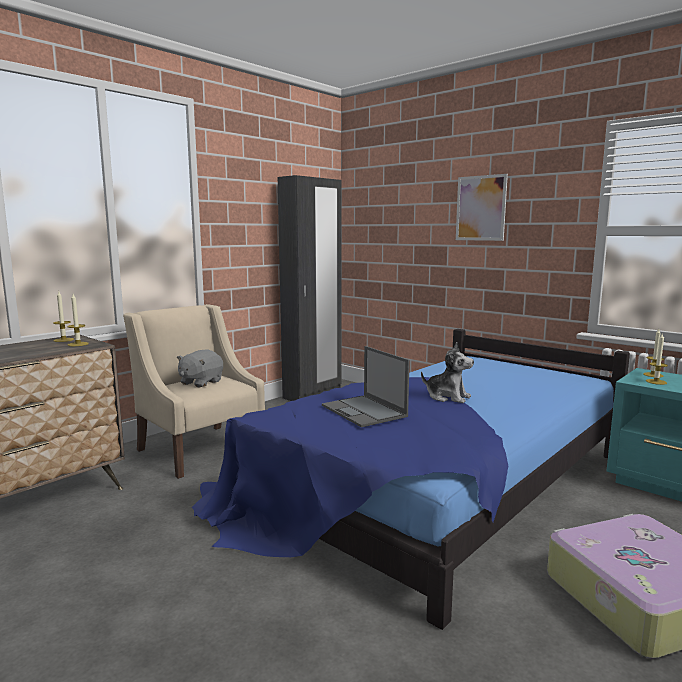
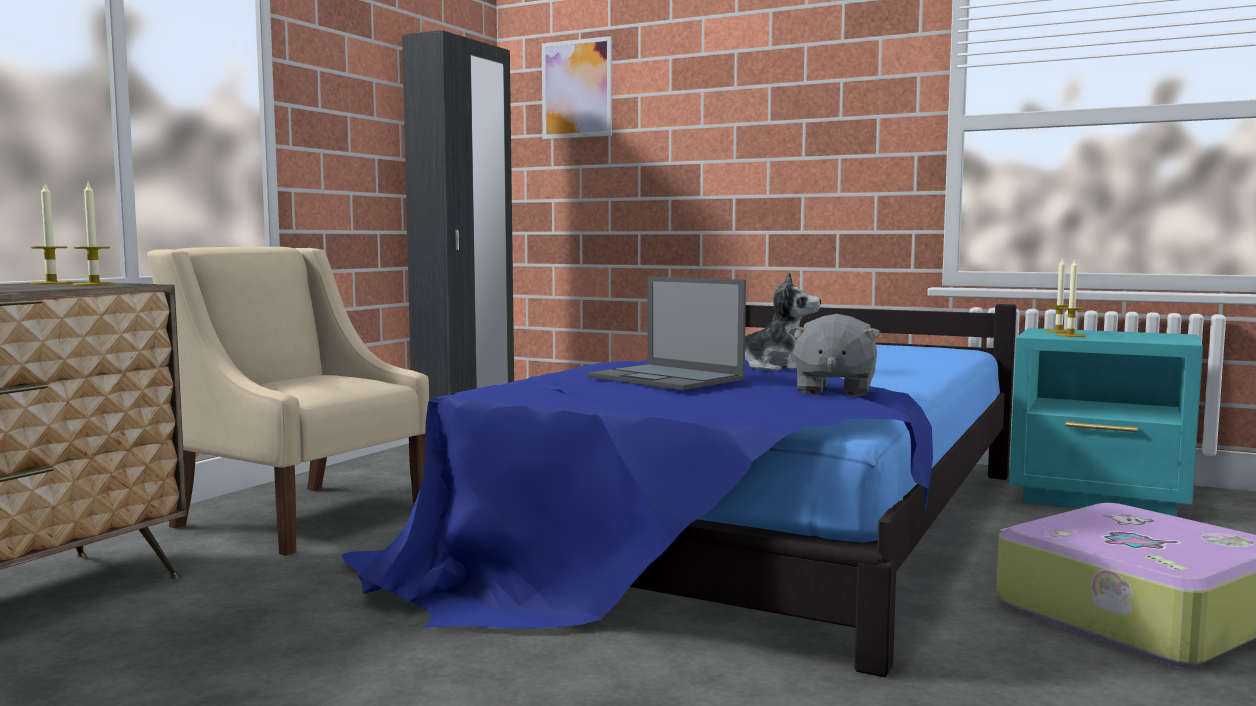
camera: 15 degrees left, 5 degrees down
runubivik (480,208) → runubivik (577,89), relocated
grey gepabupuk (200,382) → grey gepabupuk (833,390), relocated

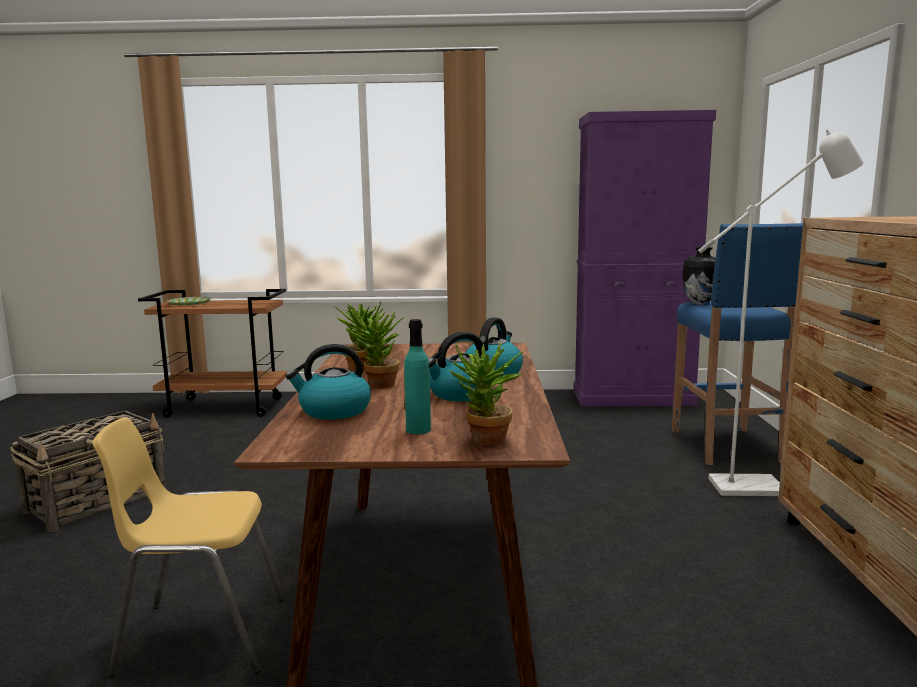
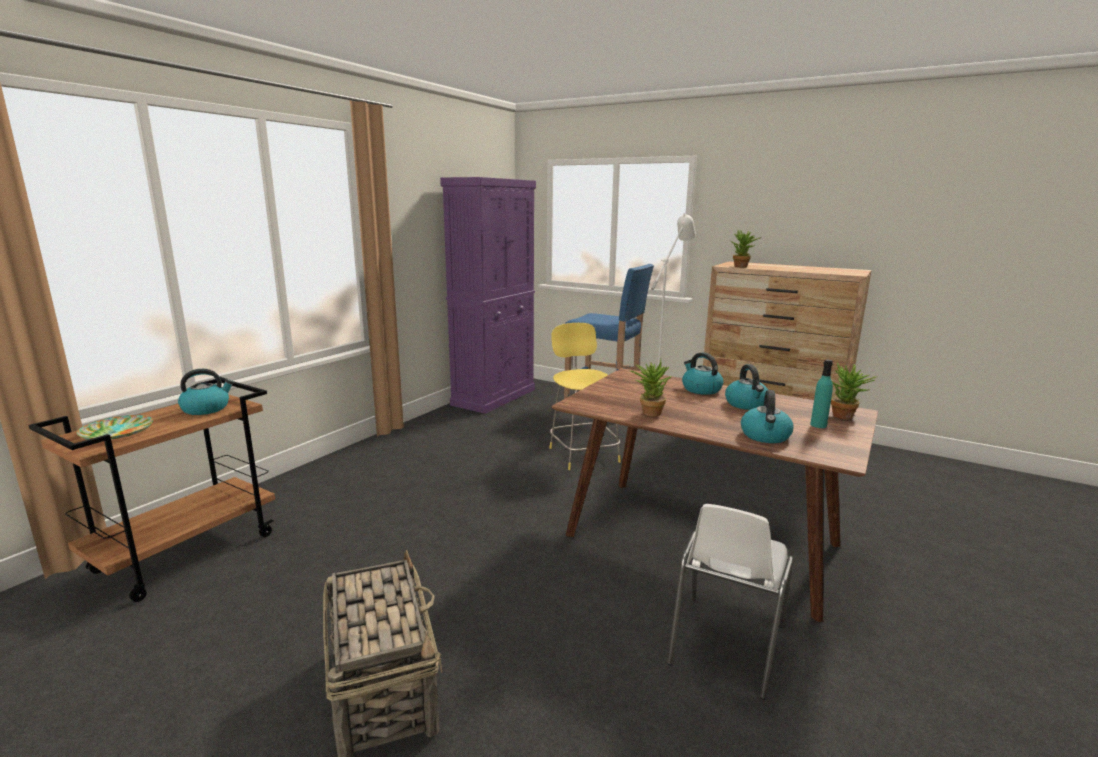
camera: 60 degrees left, 5 degrees up
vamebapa (700,303) → -
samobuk (377,386) → samobuk (742,267), relocated
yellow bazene (201,635) → white bazene (724,645)
- → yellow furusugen (583,454)
- → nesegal (206,409)

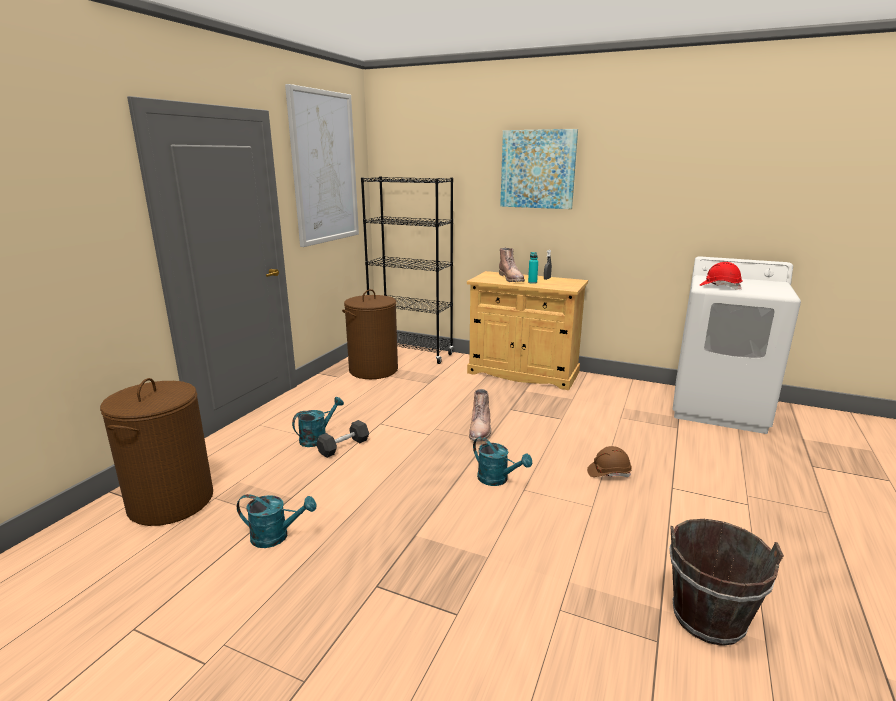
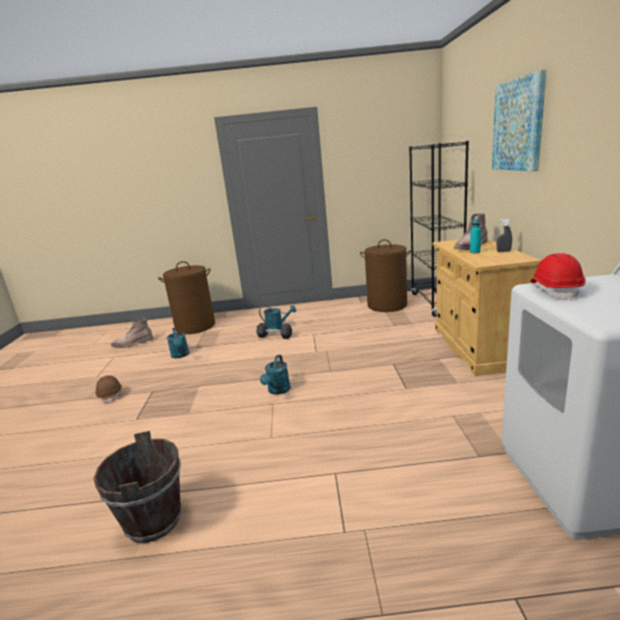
camera: 65 degrees right, 0 degrees up
runubivik (324,168) → -
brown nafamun (480,430) → brown nafamun (132,344), relocated
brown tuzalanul (608,473) → brown tuzalanul (111,395), relocated

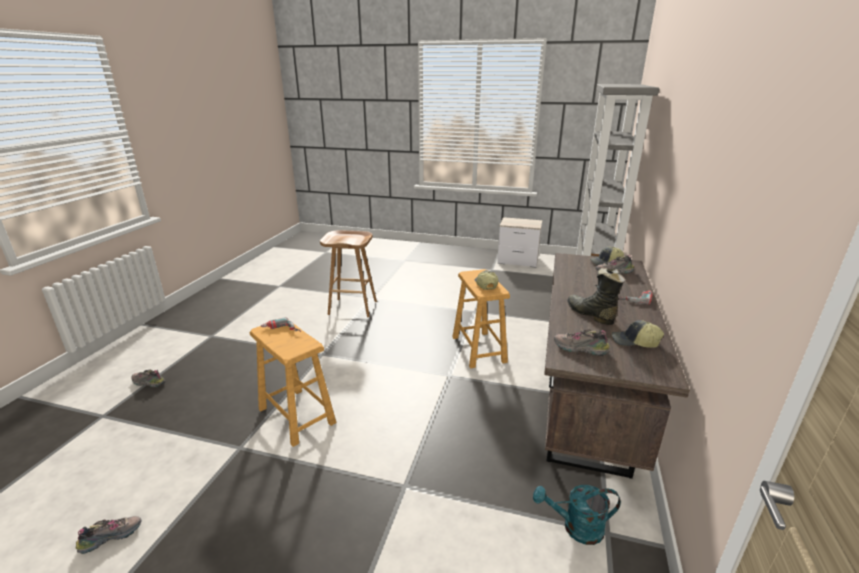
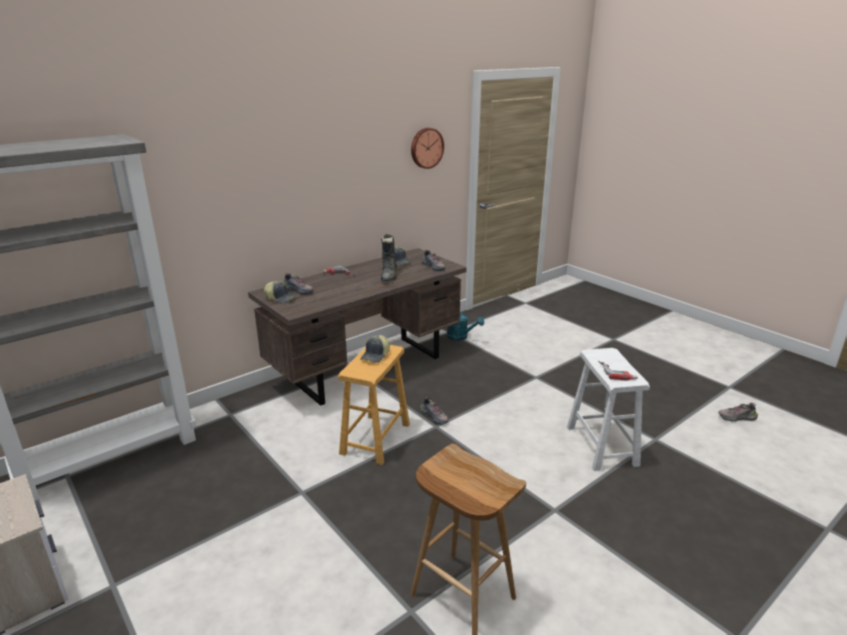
camera: 145 degrees left, 0 degrees up
brown furusugen (296,416) → white furusugen (601,446)
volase (148,383) → volase (435,417), relocated
- → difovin (426,148)

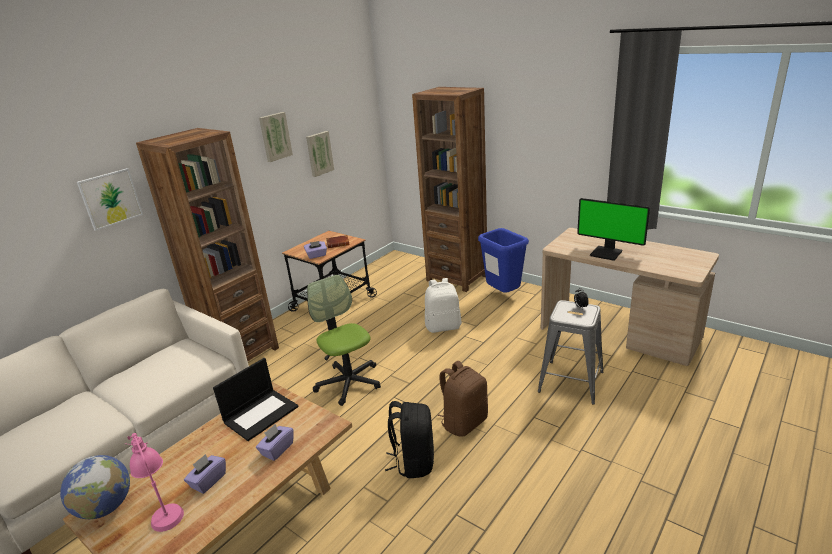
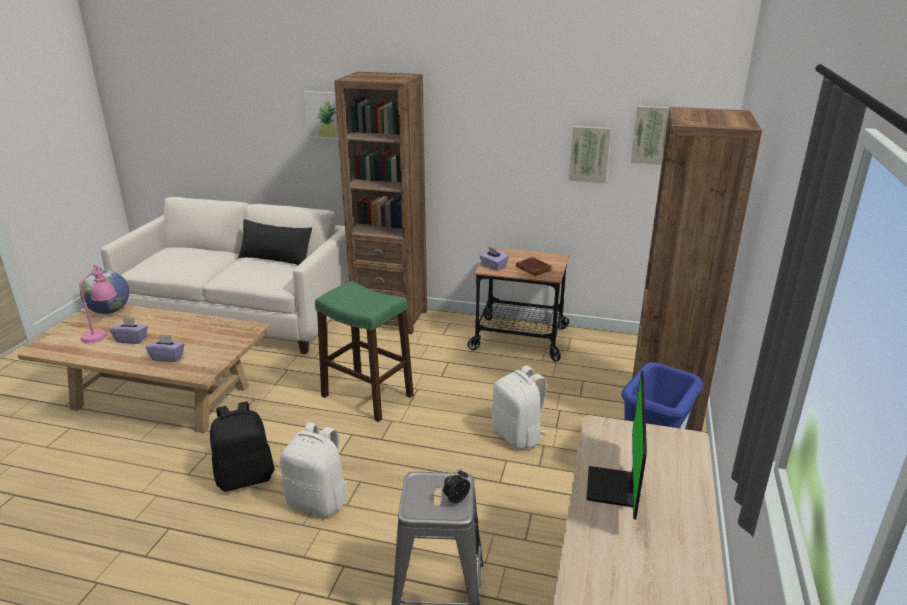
camera: 65 degrees right, 0 degrees up
runubivik (275,136) → runubivik (653,135), relocated
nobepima (349,382) → green furusugen (367,396)
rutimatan (261,414) → -
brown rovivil (464,422) → white rovivil (318,501)
- → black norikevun (276,259)

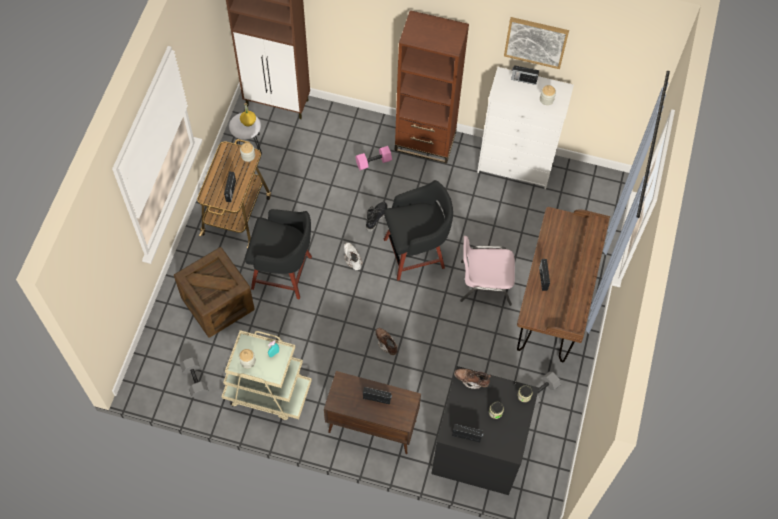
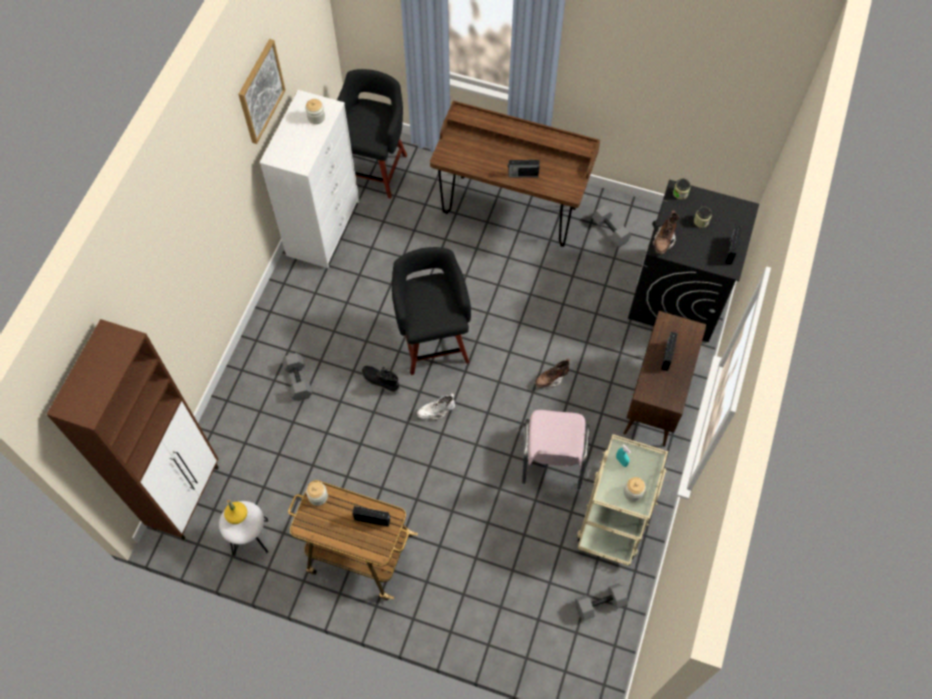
camera: 85 degrees left, 0 degrees up
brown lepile (425,142) → -
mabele (523,80) → -
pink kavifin (373,161) → grey kavifin (297,381)
black furusugen (284,273) → black furusugen (374,168), relocated
pink bazene (484,282) → pink bazene (552,457), relocated
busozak (218,304) → -

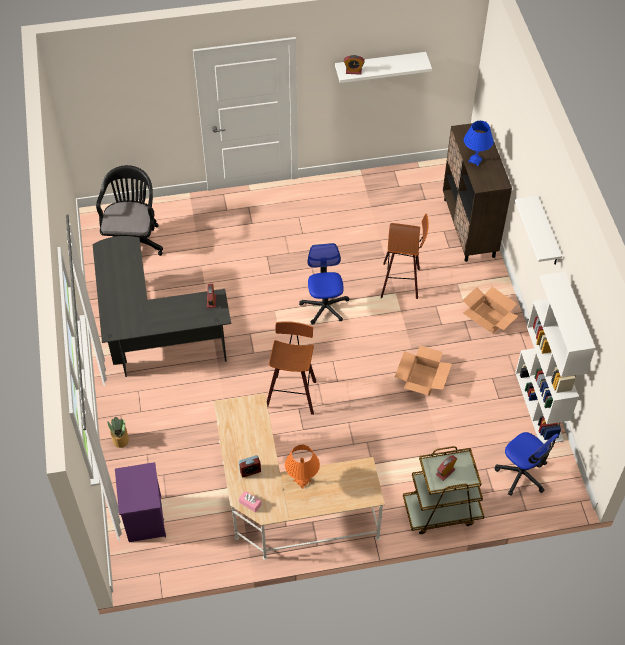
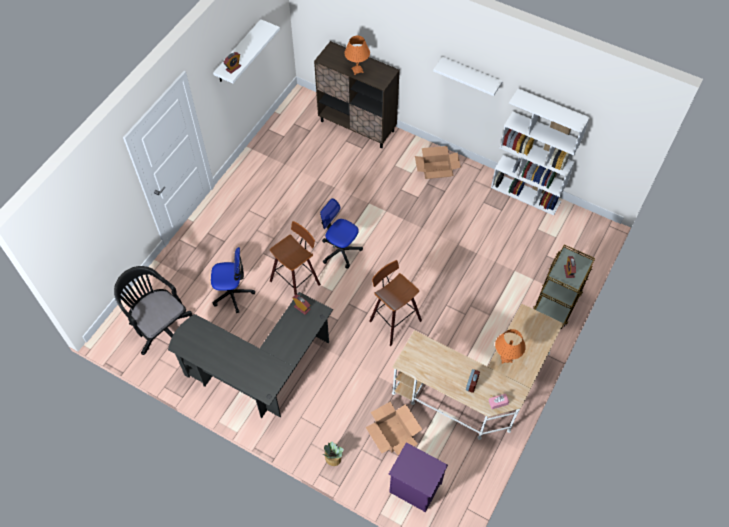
camera: 50 degrees left, 5 degrees up
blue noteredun (475,160) → orange noteredun (357,70)
furusugen (402,281) → furusugen (296,282), relocated
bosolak (422,379) → bosolak (393,433), relocated
nobepima (522,474) → nobepima (232,293), relocated

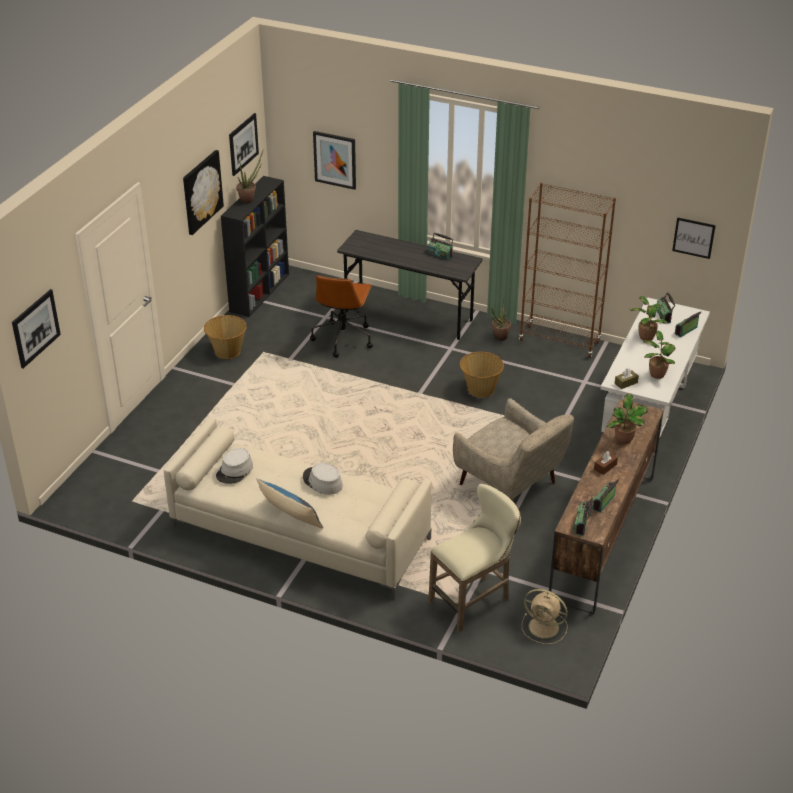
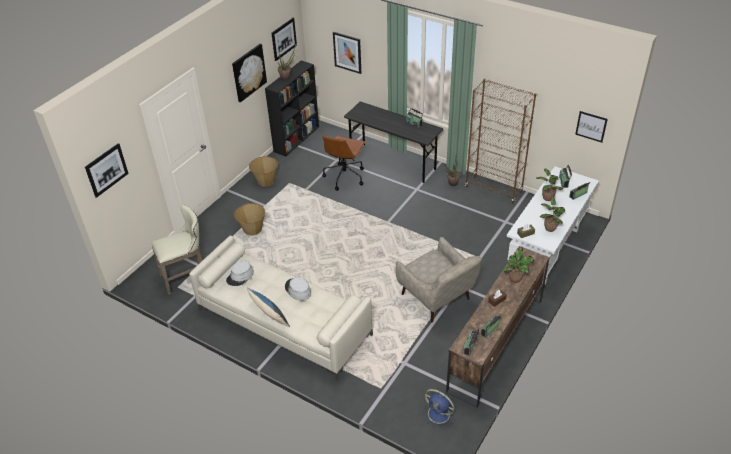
camera: 10 degrees right, 5 degrees up
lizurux (480,389) → lizurux (252,229), relocated
beige furusugen (474,601) → beige furusugen (187,276), relocated
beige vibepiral (545,627) → blue vibepiral (439,414)

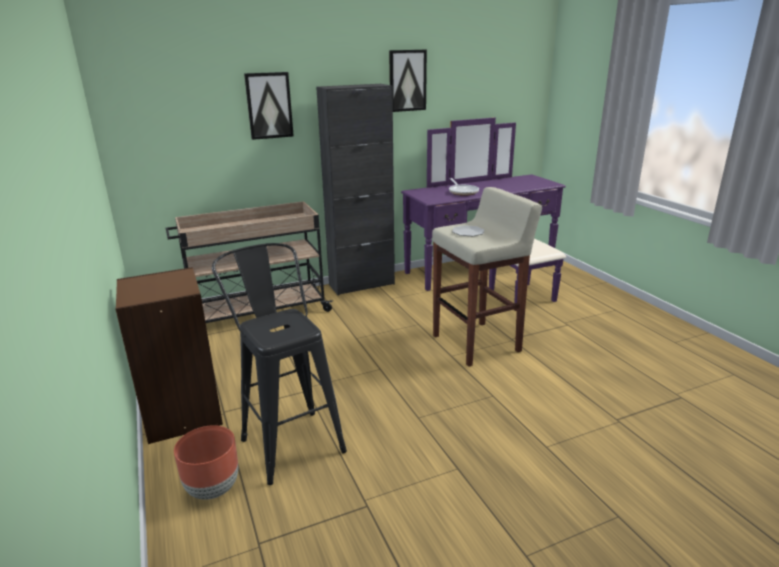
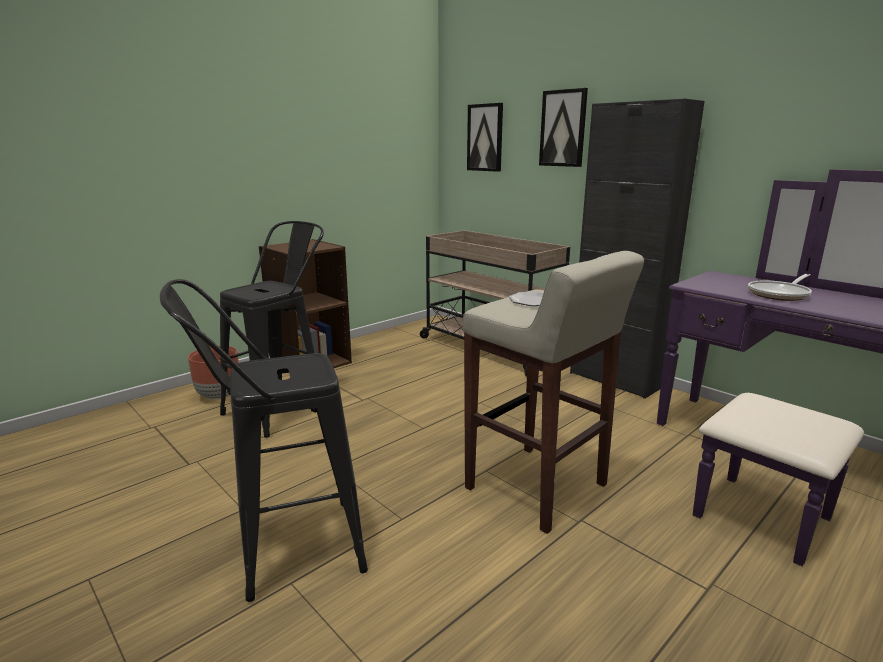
camera: 70 degrees right, 5 degrees down
runubivik (407,80) → runubivik (485,137), relocated
- → black furusugen (285,550)

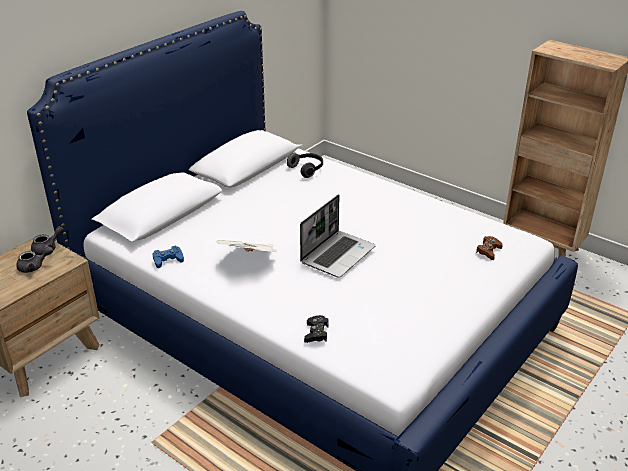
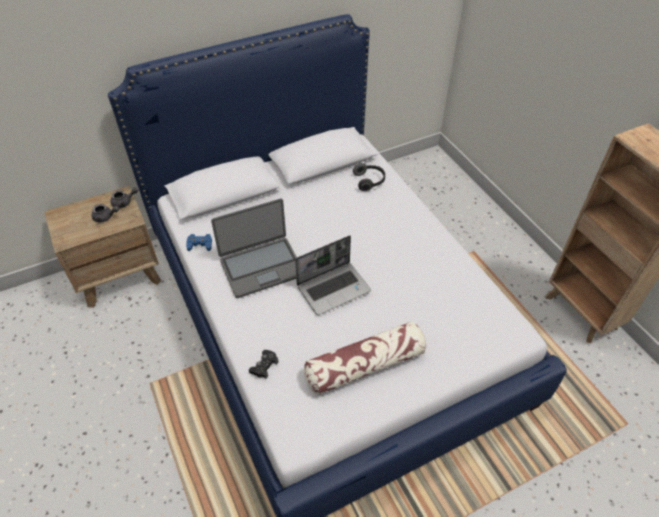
camera: 25 degrees right, 15 degrees up
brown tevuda (488,251) → -
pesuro (250,259) → rutimatan (261,267)
- → norikevun (365,365)

